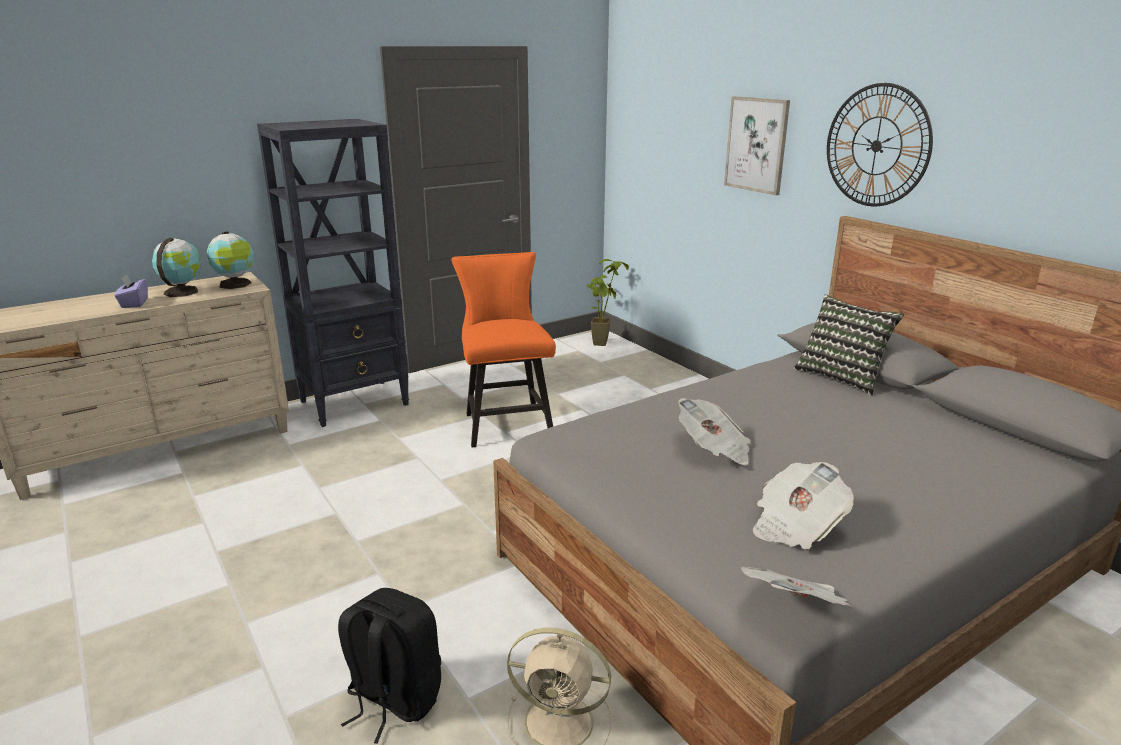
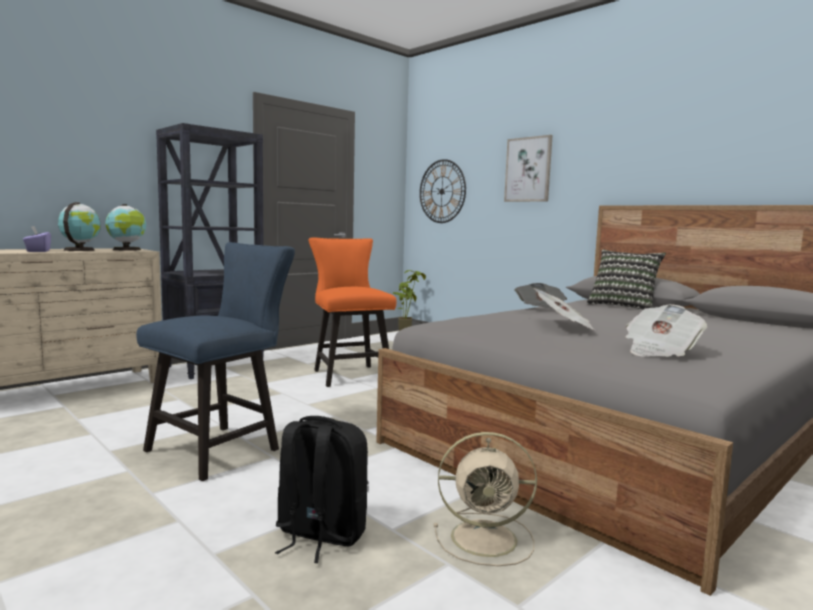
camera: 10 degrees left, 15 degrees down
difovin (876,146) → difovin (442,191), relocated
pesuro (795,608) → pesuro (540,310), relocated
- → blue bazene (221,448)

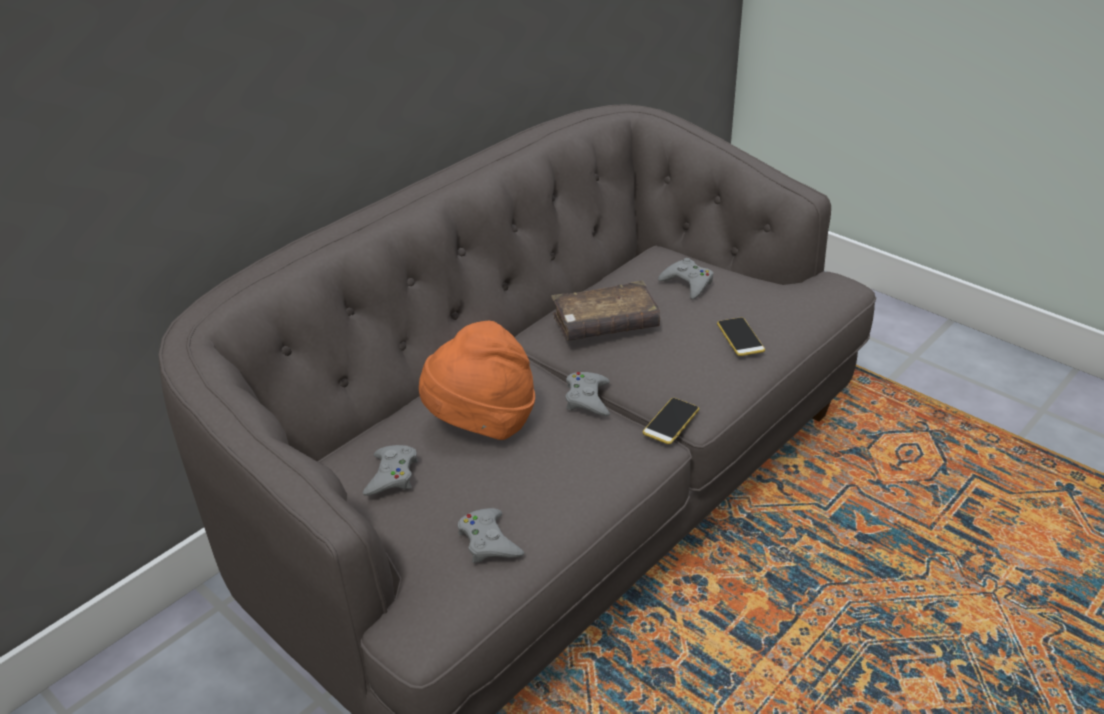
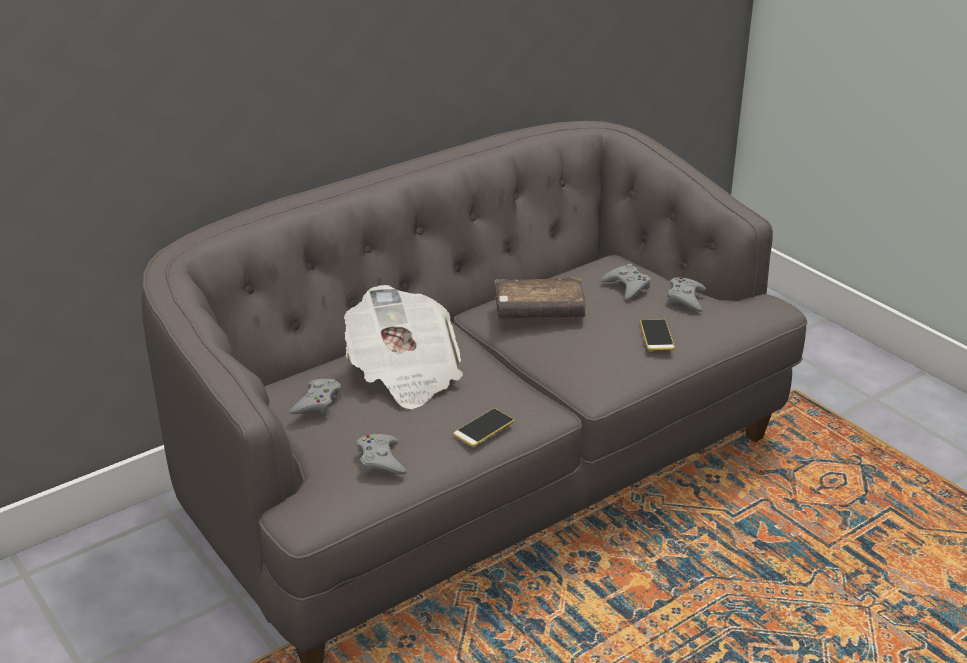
camera: 10 degrees right, 5 degrees down
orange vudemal (482,423) → pesuro (404,374)
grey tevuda (587,399) → grey tevuda (686,299), relocated
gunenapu (671,421) → gunenapu (483,428), relocated

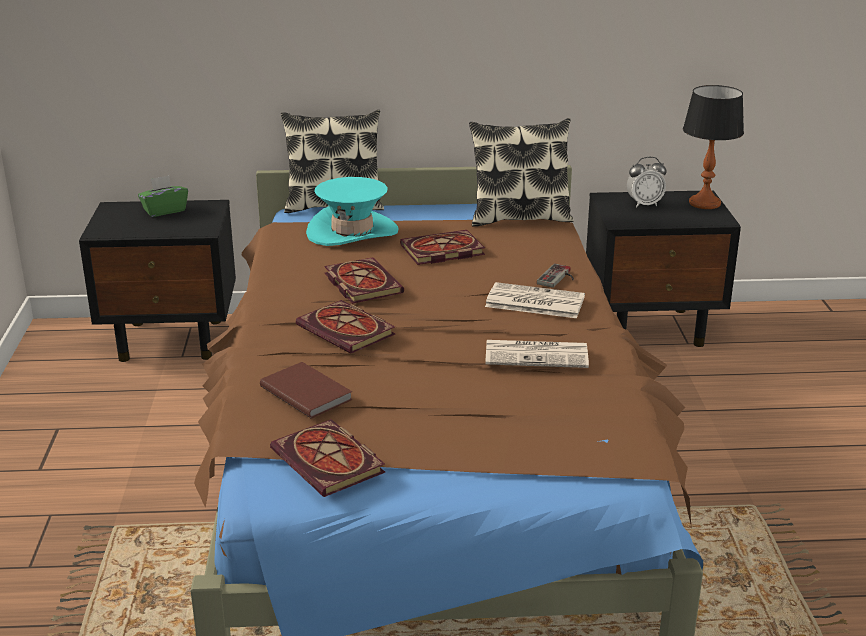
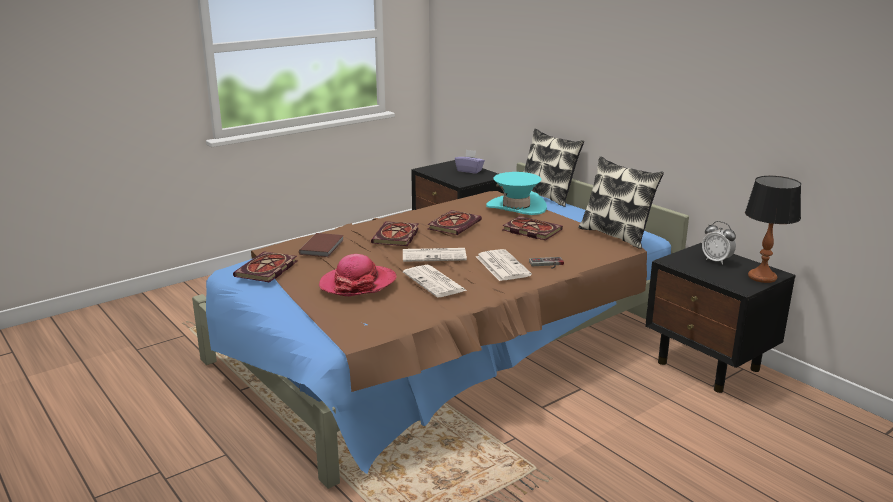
camera: 55 degrees right, 5 degrees down
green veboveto (164,210) → purple veboveto (469,171)
- → pesuro (435,255)
- → vudemal (358,283)

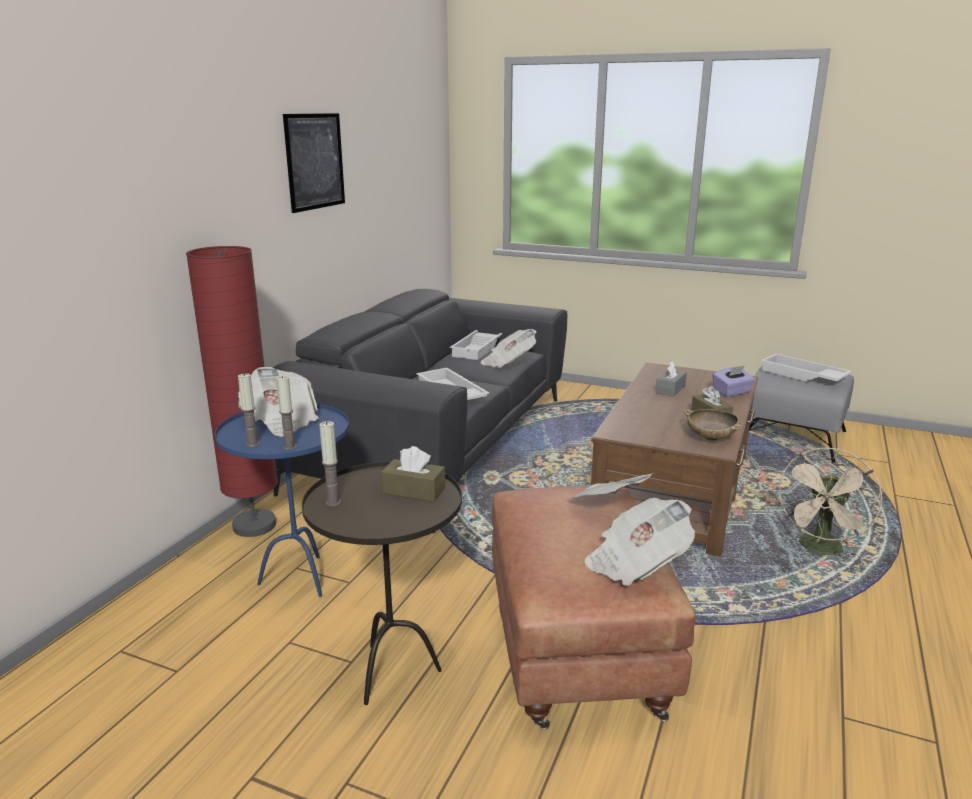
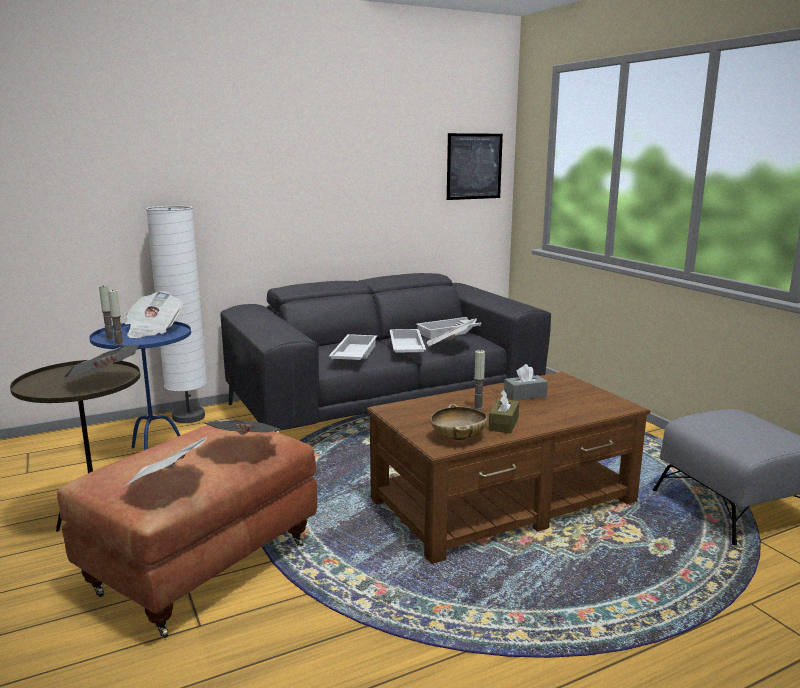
camera: 40 degrees right, 5 degrees down
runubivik (315,161) → runubivik (474,166), relocated
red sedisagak (254,526) → white sedisagak (189,417)
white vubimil (802,375) → white vubimil (405,348), relocated
purple veboveto (732,392) → -
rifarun (333,502) → rifarun (478,407), relocated
brown veboveto (414,491) → pesuro (103,381)
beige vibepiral (820,550) → -

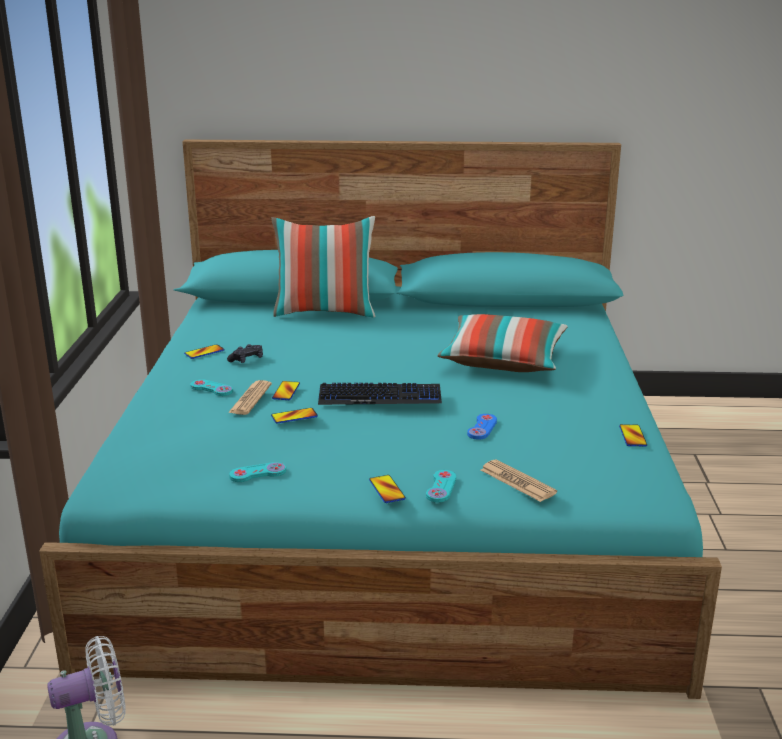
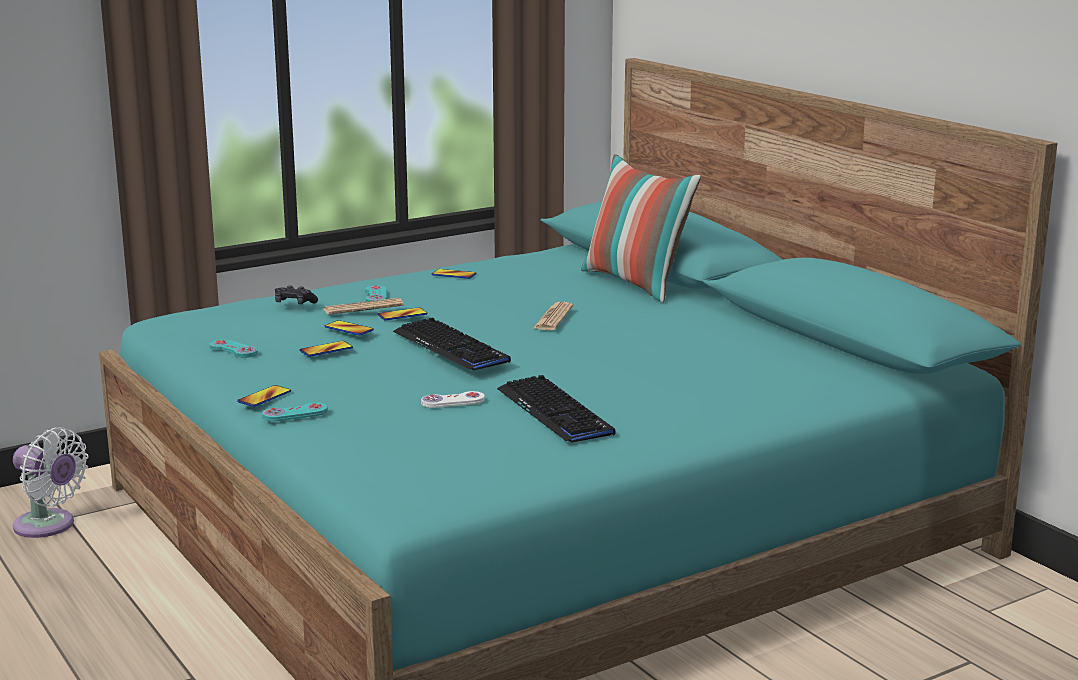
camera: 55 degrees right, 5 degrees down
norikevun (503,360) → -
black tevuda (247,360) → black tevuda (294,303), relocated
blue tevuda (482,428) → white tevuda (453,401)
gunenapu (632,436) → gunenapu (326,350), relocated
pesuro (517,481) → pesuro (553,318), relocated
- → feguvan (555,412)

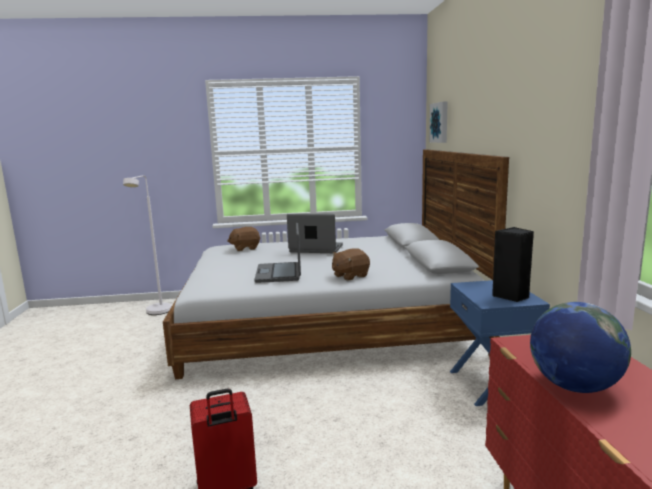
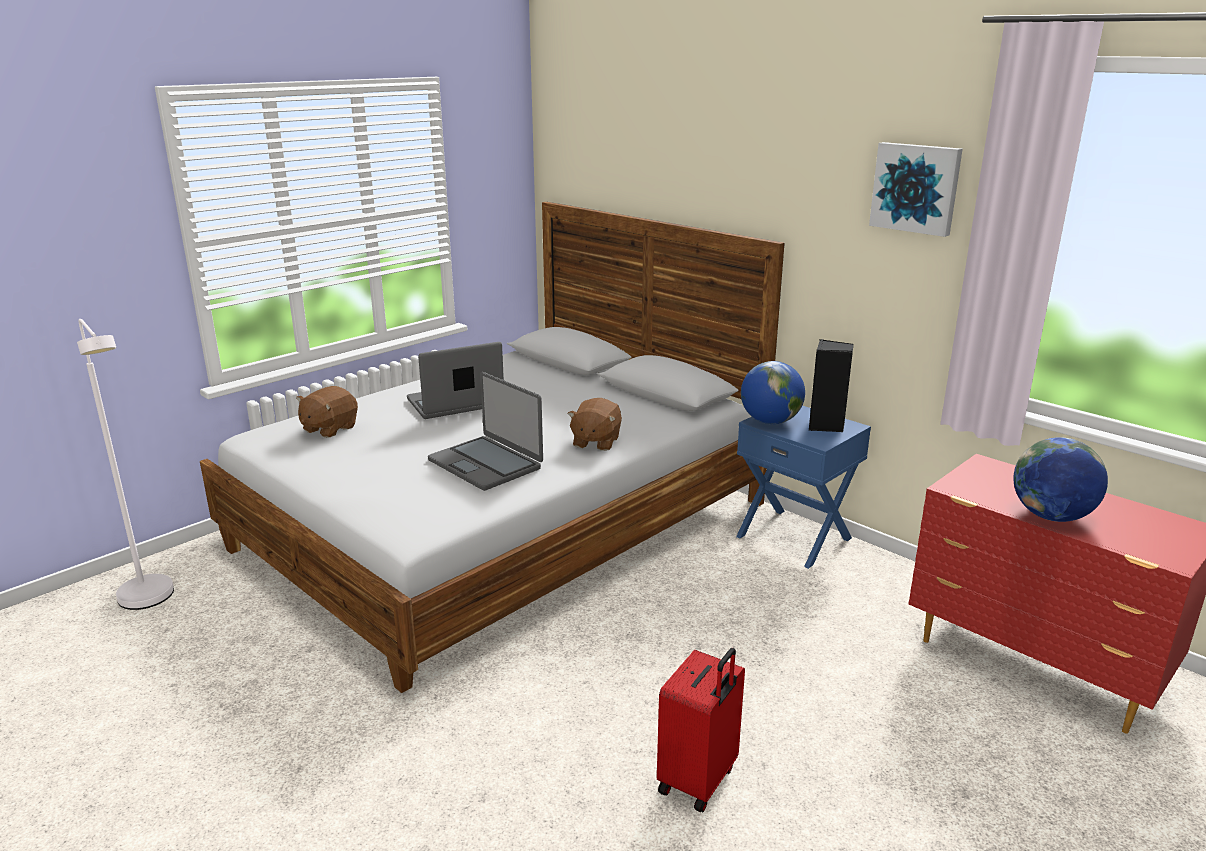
camera: 40 degrees left, 10 degrees up
runubivik (440,122) → runubivik (916,188), relocated
- → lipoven (770,421)

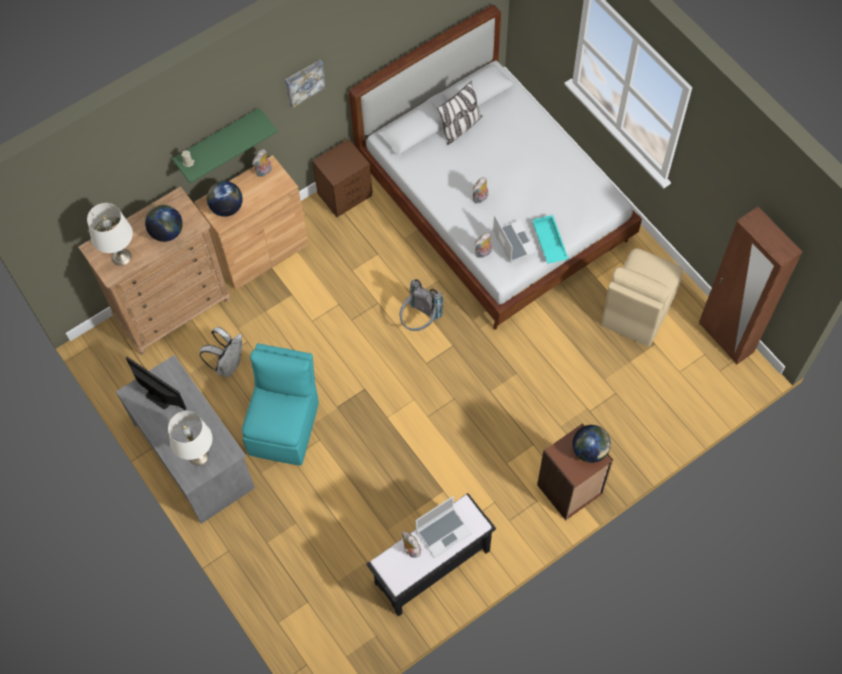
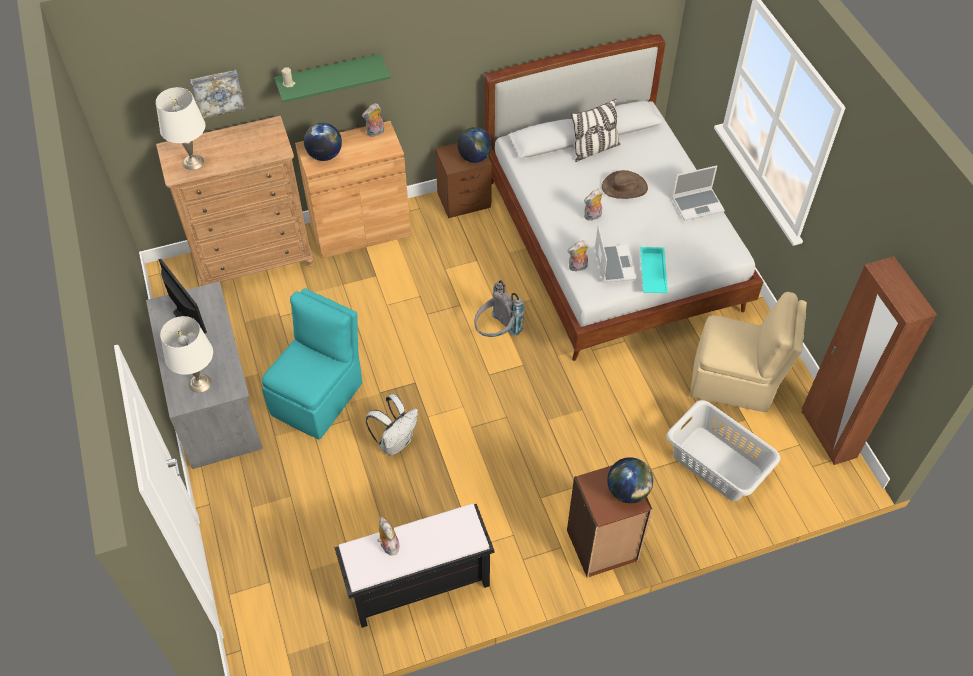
camera: 15 degrees right, 10 degrees down
runubivik (304,82) → runubivik (217,92), relocated
lipoven (167,232) → lipoven (475,157), relocated
beige bazene (637,311) → beige bazene (734,382), 120 degrees counterclockwise
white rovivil (228,364) → white rovivil (395,442), relocated
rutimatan (443,531) → rutimatan (698,204), relocated
- → brown vudemal (624,187)
- → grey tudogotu (716,464)

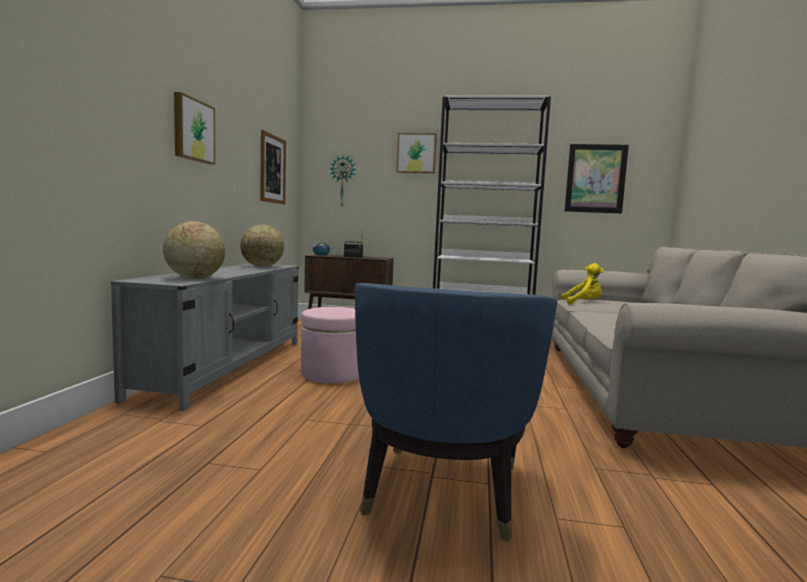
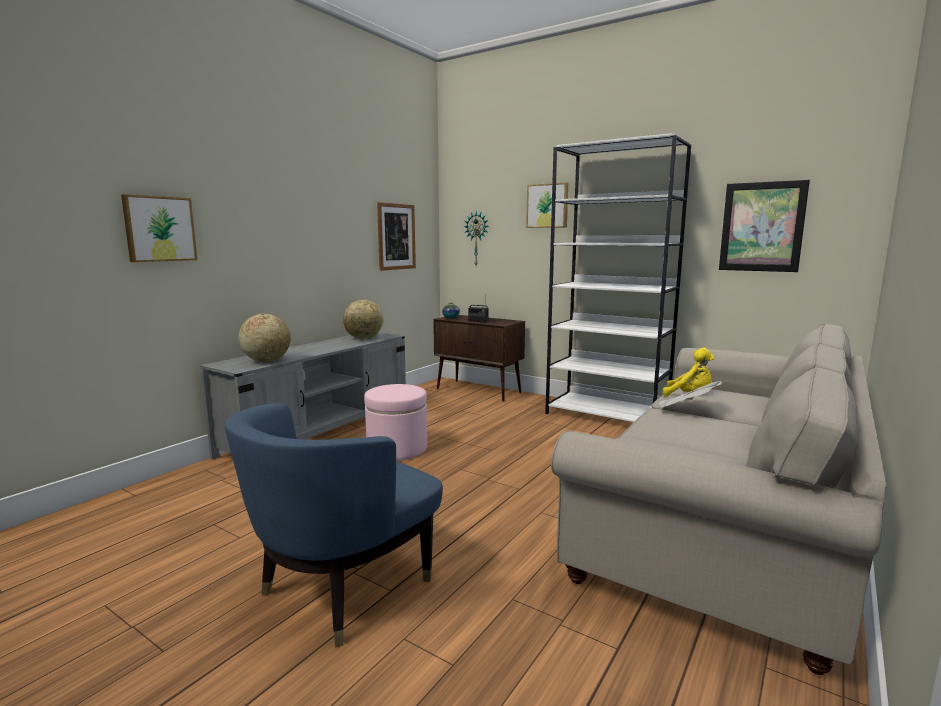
camera: 25 degrees right, 5 degrees up
runubivik (192,130) → runubivik (159,229), relocated
- → pesuro (685,410)

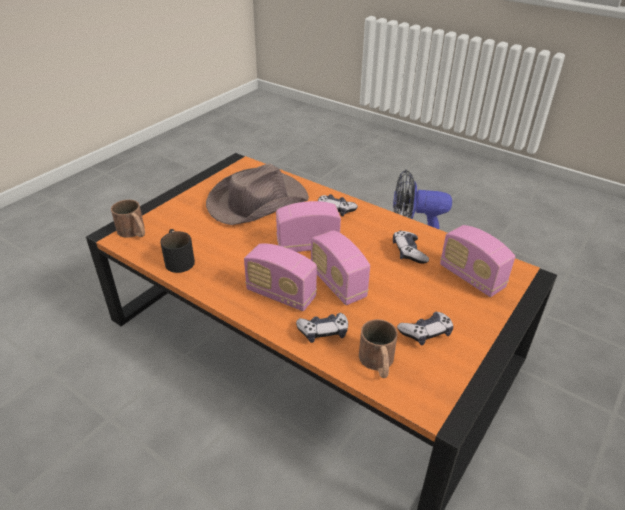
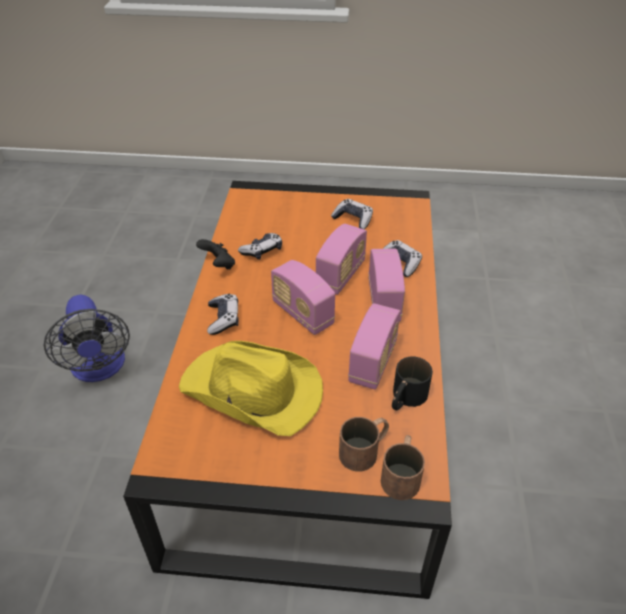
camera: 120 degrees left, 5 degrees up
brown vudemal (256,202) → yellow vudemal (252,391)
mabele (471,277) → mabele (373,362), relocated
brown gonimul (378,363) → brown gonimul (365,449), relocated
- → black tevuda (218,265)

